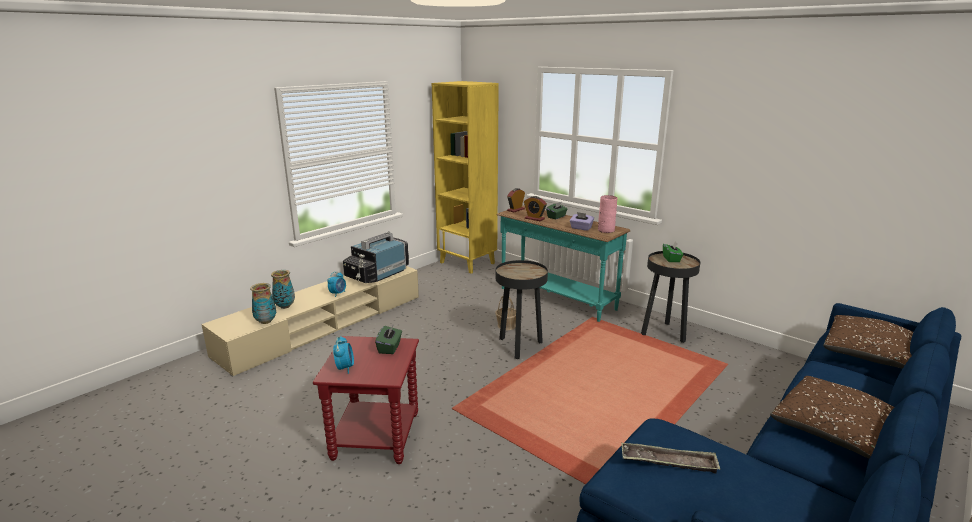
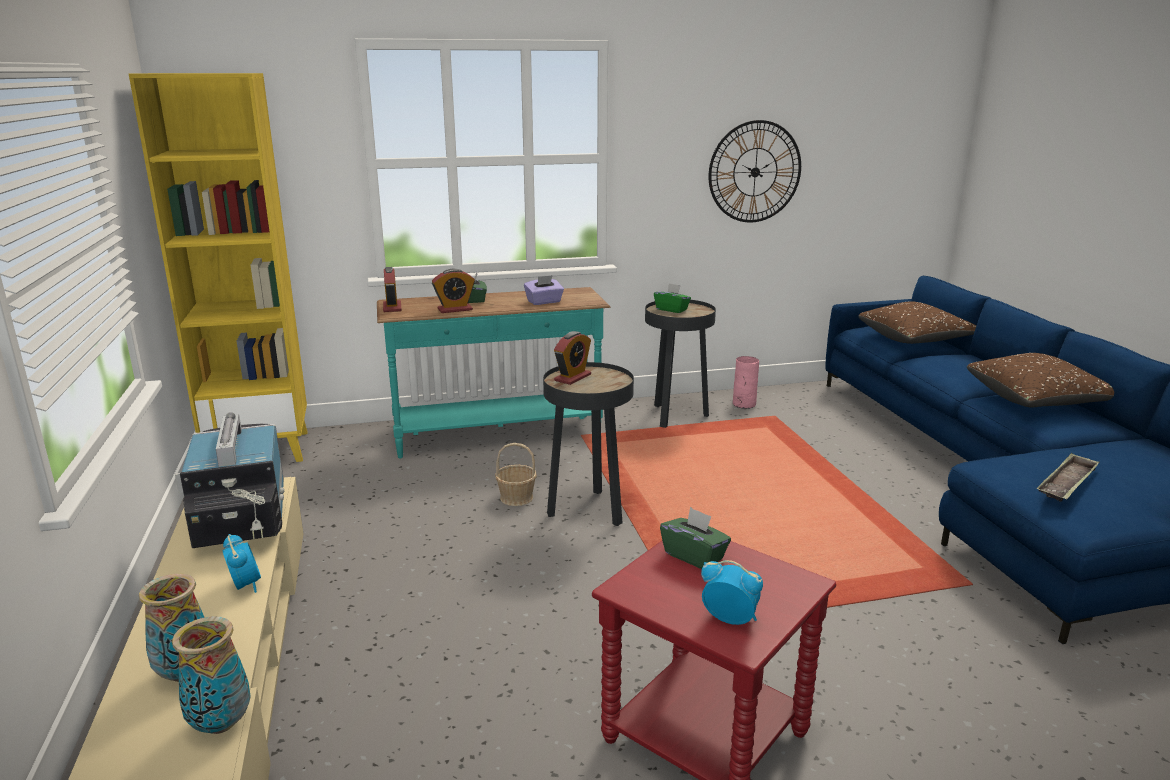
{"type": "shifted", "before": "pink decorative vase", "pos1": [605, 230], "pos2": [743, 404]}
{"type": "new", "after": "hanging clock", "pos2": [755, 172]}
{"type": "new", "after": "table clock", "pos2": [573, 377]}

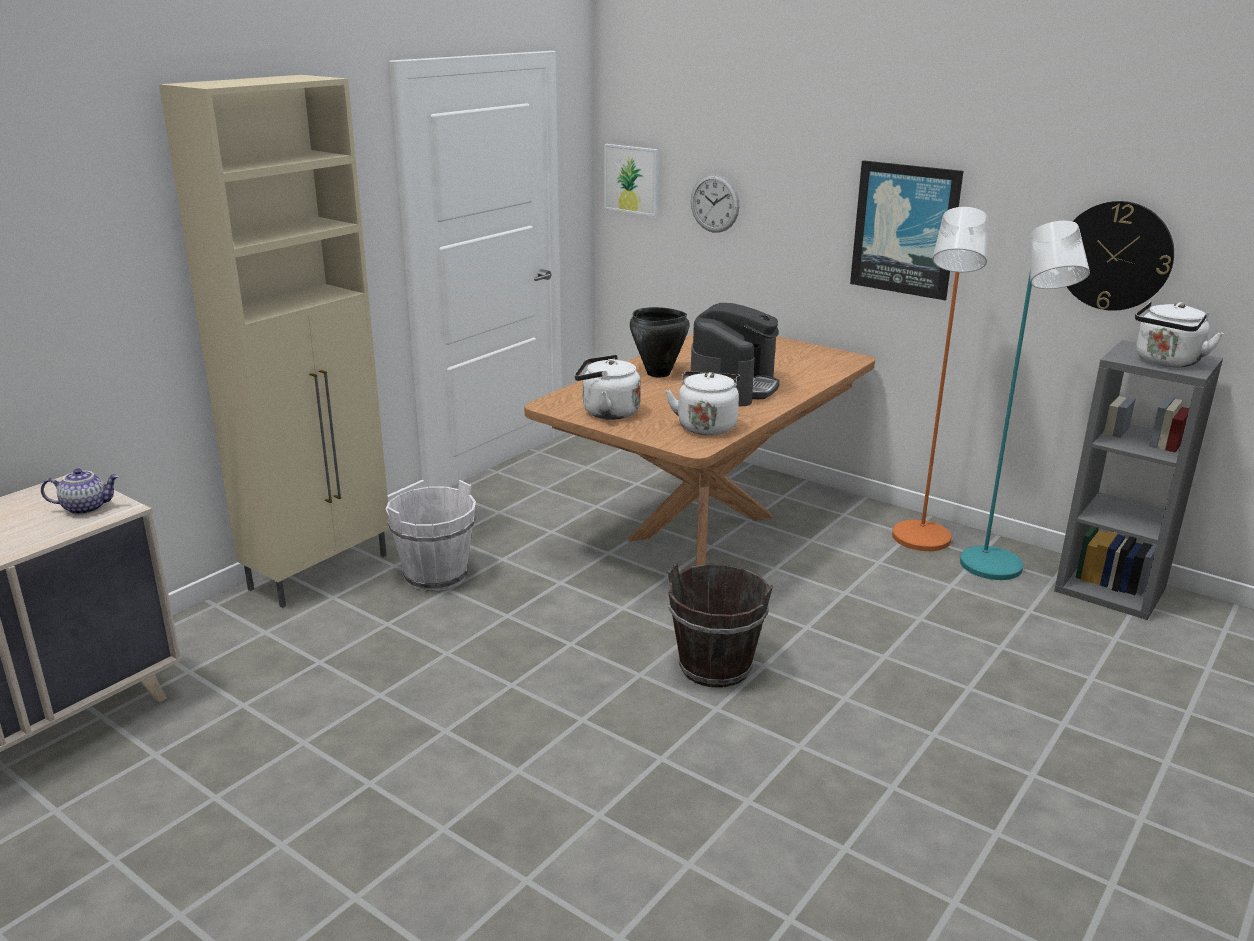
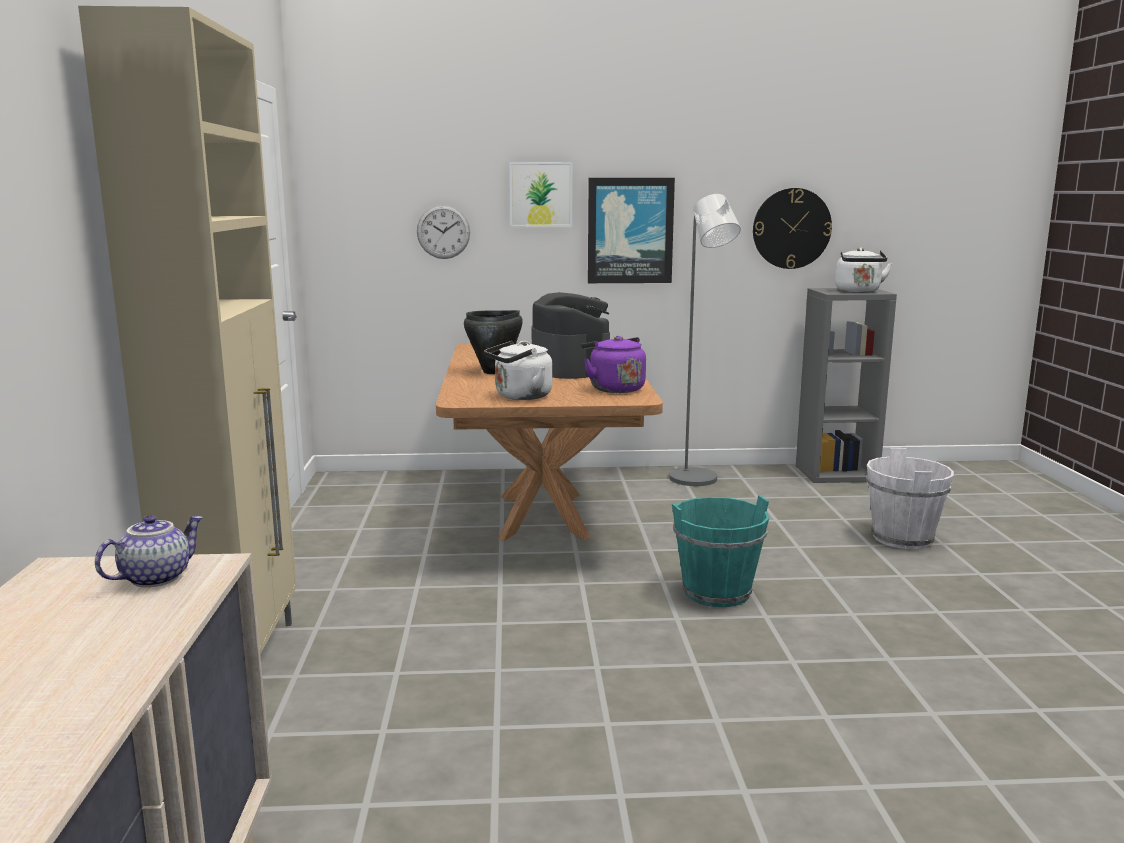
{"type": "shifted", "before": "wall picture", "pos1": [631, 179], "pos2": [541, 194]}
{"type": "repainted", "before": "orange-coloured floor lamp", "after": "grey floor lamp", "pos1": [920, 542], "pos2": [698, 481]}
{"type": "gone", "before": "blue-green floor lamp", "pos1": [995, 571]}
{"type": "repainted", "before": "white-coloured water kettle", "after": "purple-coloured water kettle", "pos1": [706, 426], "pos2": [614, 389]}
{"type": "shifted", "before": "white-coloured pail", "pos1": [436, 576], "pos2": [903, 538]}
{"type": "repainted", "before": "brownish pail", "after": "blue-green pail", "pos1": [714, 667], "pos2": [716, 593]}

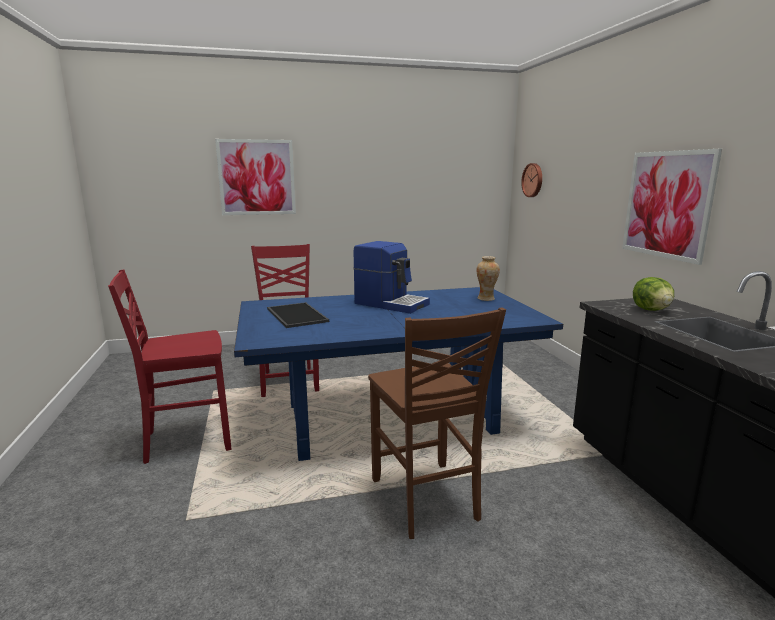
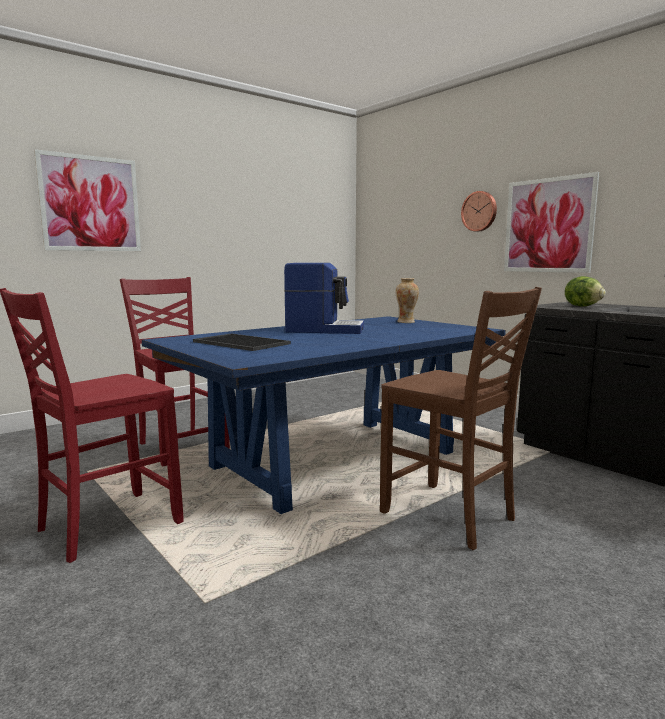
{"type": "shifted", "before": "hanging clock", "pos1": [533, 180], "pos2": [479, 211]}

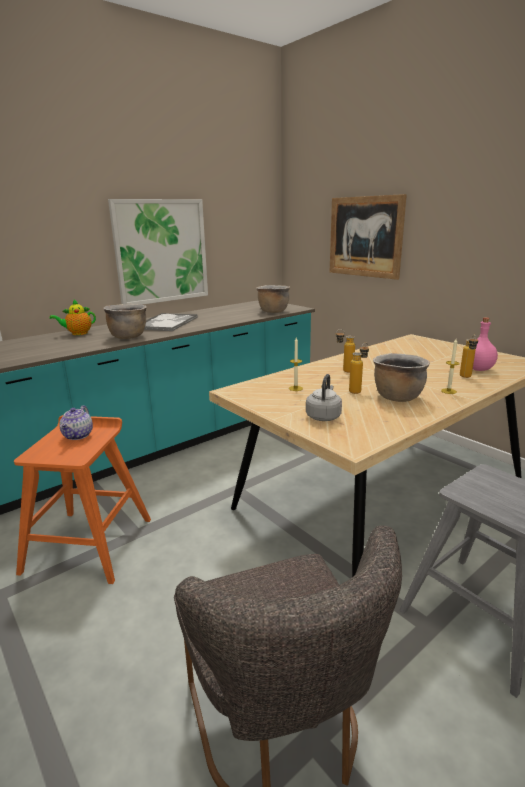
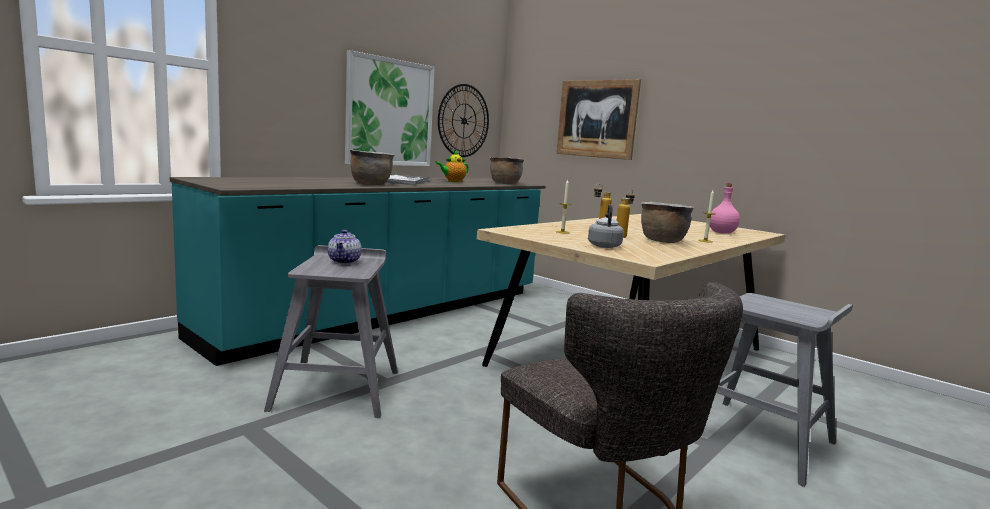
{"type": "shifted", "before": "tea pot", "pos1": [77, 333], "pos2": [452, 181]}
{"type": "gone", "before": "bottle", "pos1": [466, 377]}
{"type": "repainted", "before": "orange-coloured stool seat", "after": "grey stool seat", "pos1": [90, 544], "pos2": [338, 389]}
{"type": "new", "after": "hanging clock", "pos2": [464, 121]}

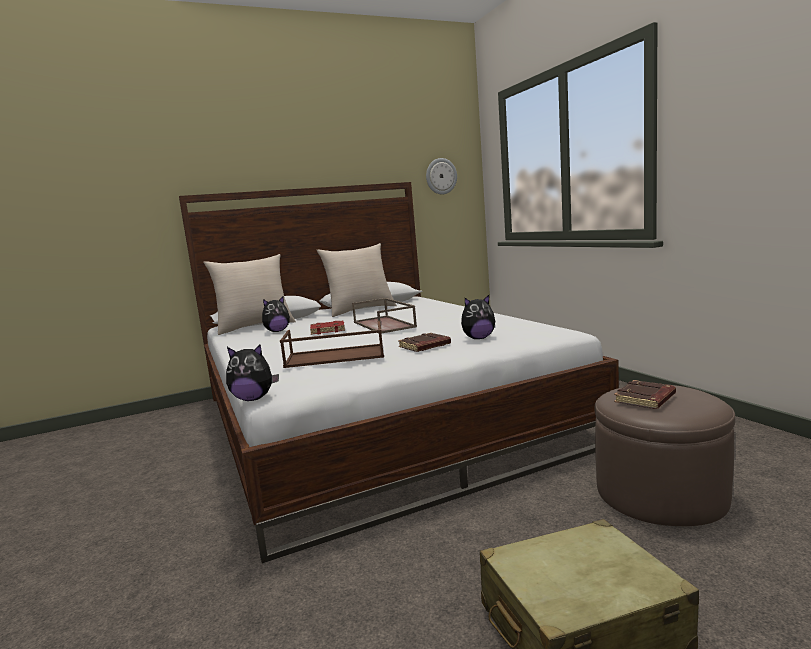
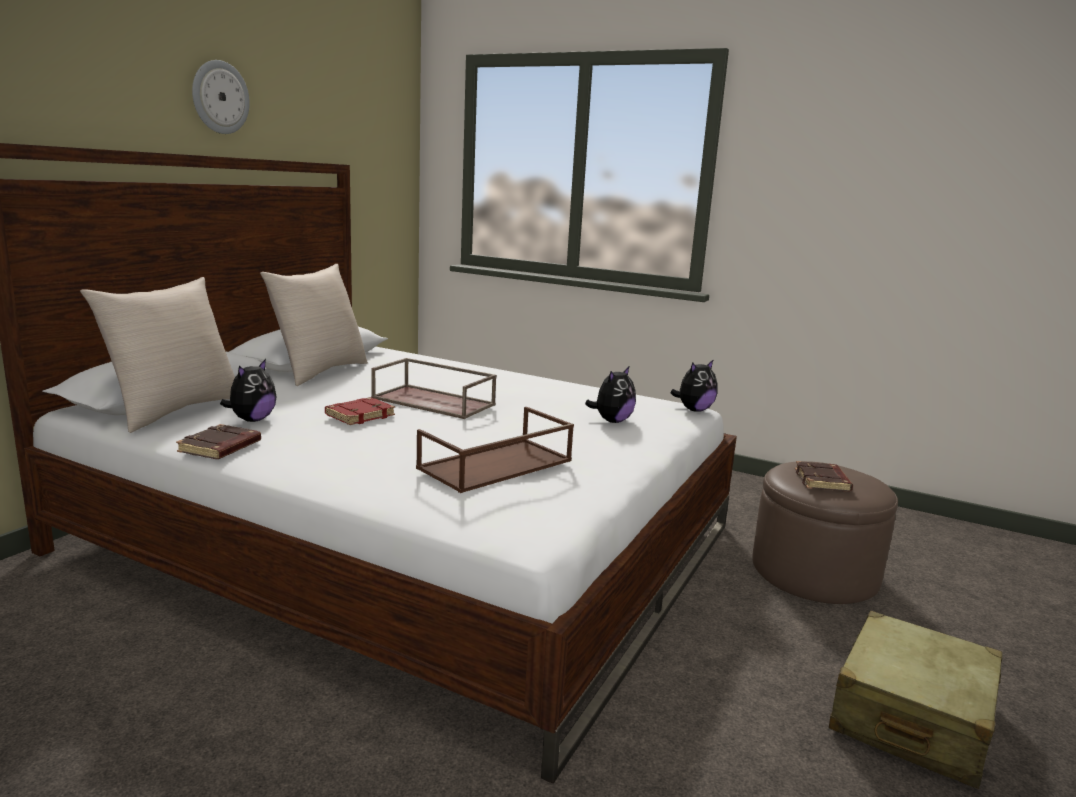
{"type": "shifted", "before": "hanging clock", "pos1": [441, 176], "pos2": [220, 97]}
{"type": "shifted", "before": "brownish bound book", "pos1": [425, 346], "pos2": [220, 448]}
{"type": "shifted", "before": "soft toy", "pos1": [253, 399], "pos2": [694, 410]}

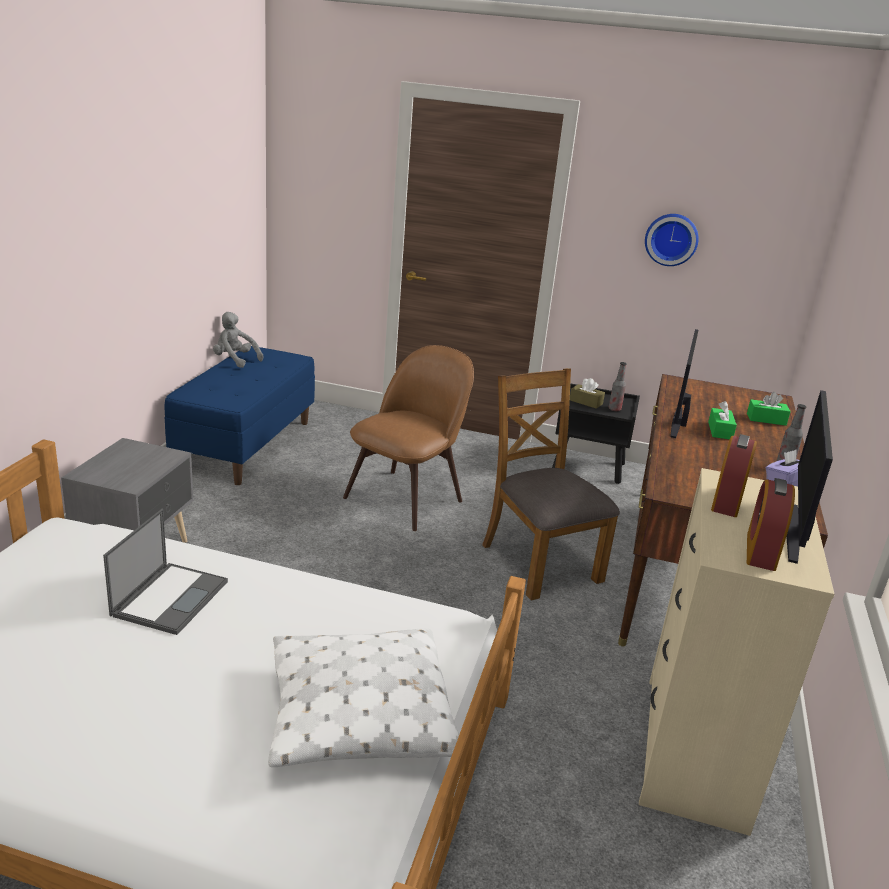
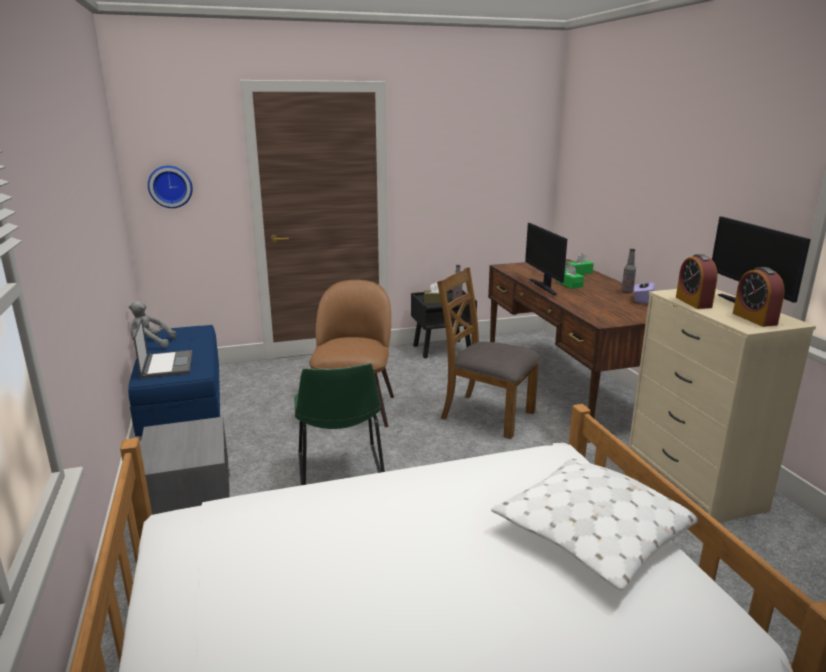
{"type": "shifted", "before": "hanging clock", "pos1": [671, 239], "pos2": [170, 186]}
{"type": "shifted", "before": "notebook computer", "pos1": [170, 597], "pos2": [167, 364]}
{"type": "new", "after": "green-coloured chair", "pos2": [340, 476]}

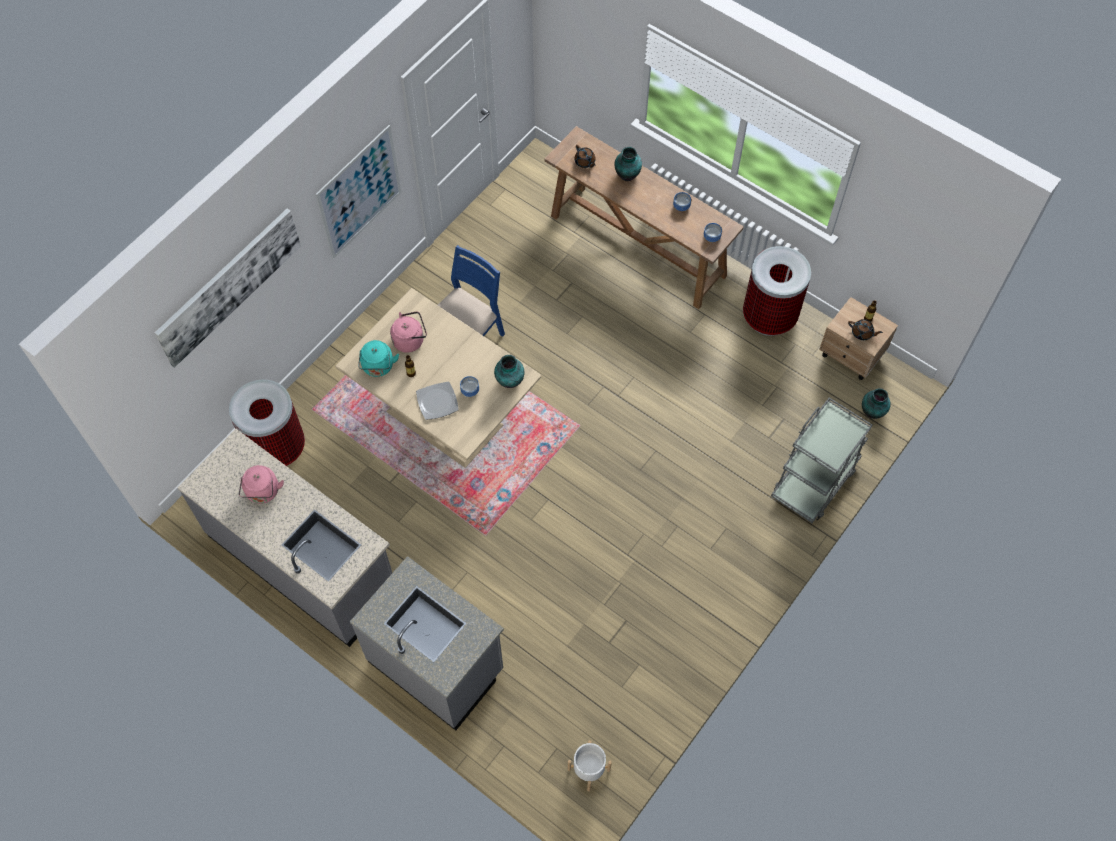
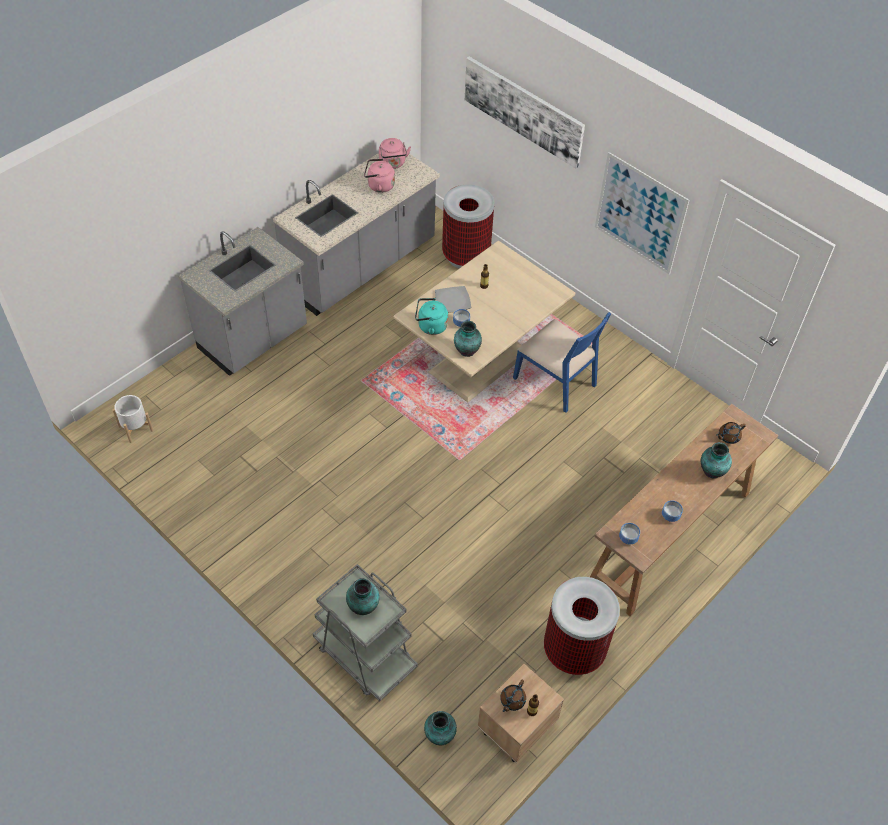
{"type": "shifted", "before": "pink water kettle", "pos1": [410, 340], "pos2": [393, 164]}
{"type": "shifted", "before": "blue-green water kettle", "pos1": [378, 367], "pos2": [430, 326]}
{"type": "new", "after": "decorative vase", "pos2": [364, 607]}

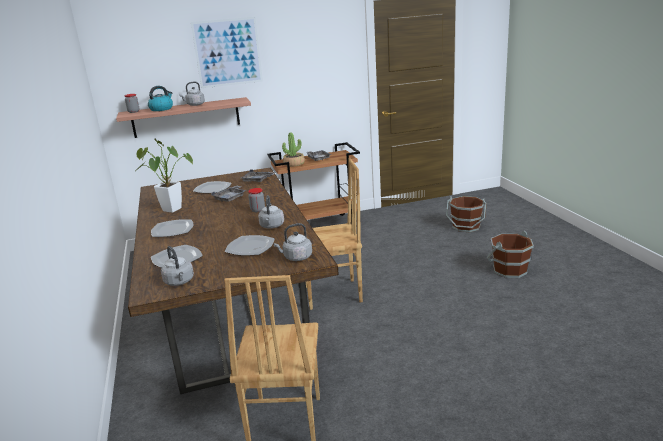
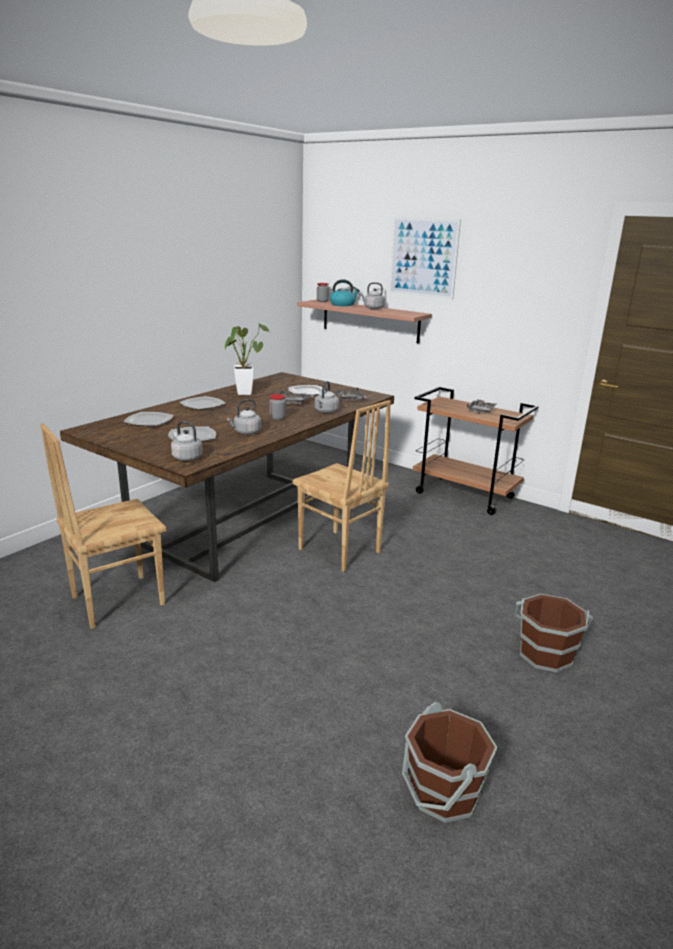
{"type": "gone", "before": "houseplant", "pos1": [294, 164]}
{"type": "shifted", "before": "brownish pail", "pos1": [466, 227], "pos2": [442, 792]}
{"type": "shifted", "before": "grey water kettle", "pos1": [179, 282], "pos2": [325, 411]}

